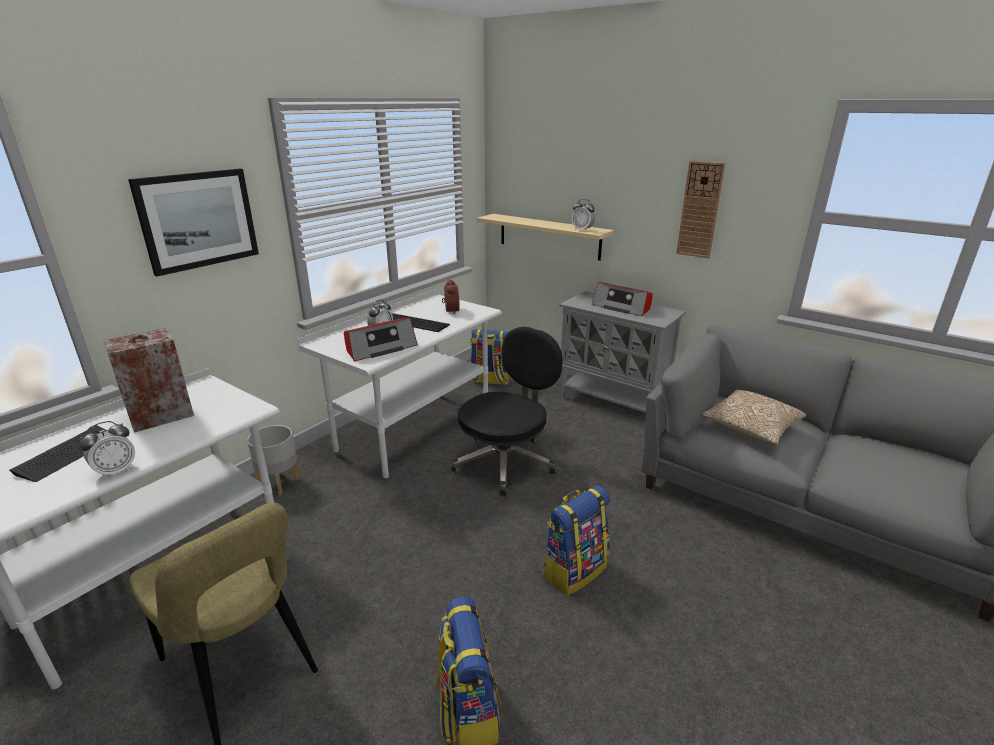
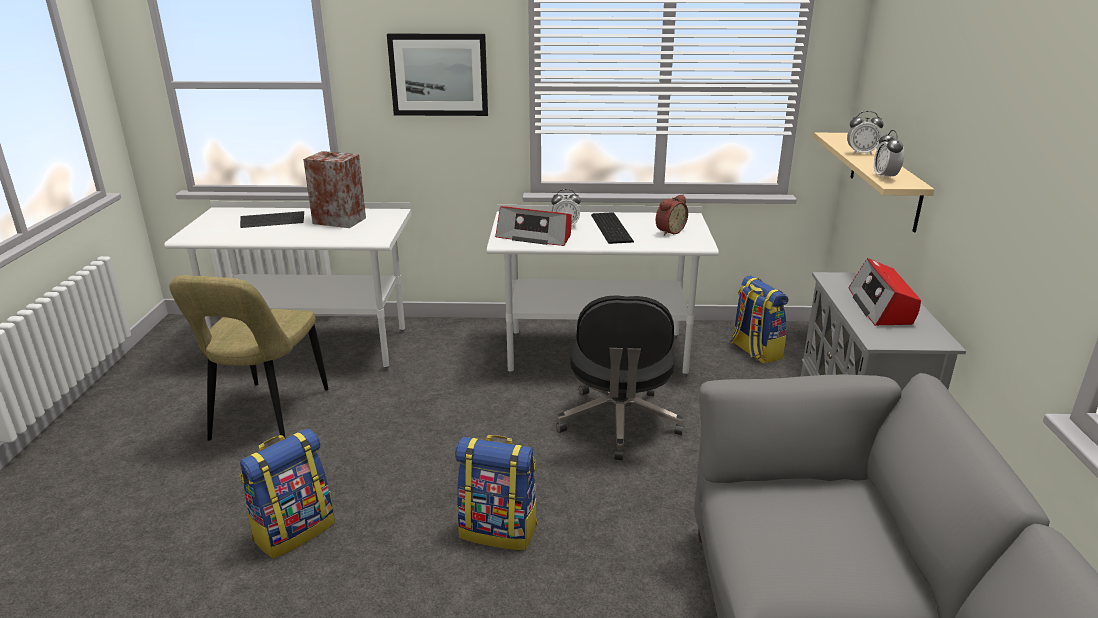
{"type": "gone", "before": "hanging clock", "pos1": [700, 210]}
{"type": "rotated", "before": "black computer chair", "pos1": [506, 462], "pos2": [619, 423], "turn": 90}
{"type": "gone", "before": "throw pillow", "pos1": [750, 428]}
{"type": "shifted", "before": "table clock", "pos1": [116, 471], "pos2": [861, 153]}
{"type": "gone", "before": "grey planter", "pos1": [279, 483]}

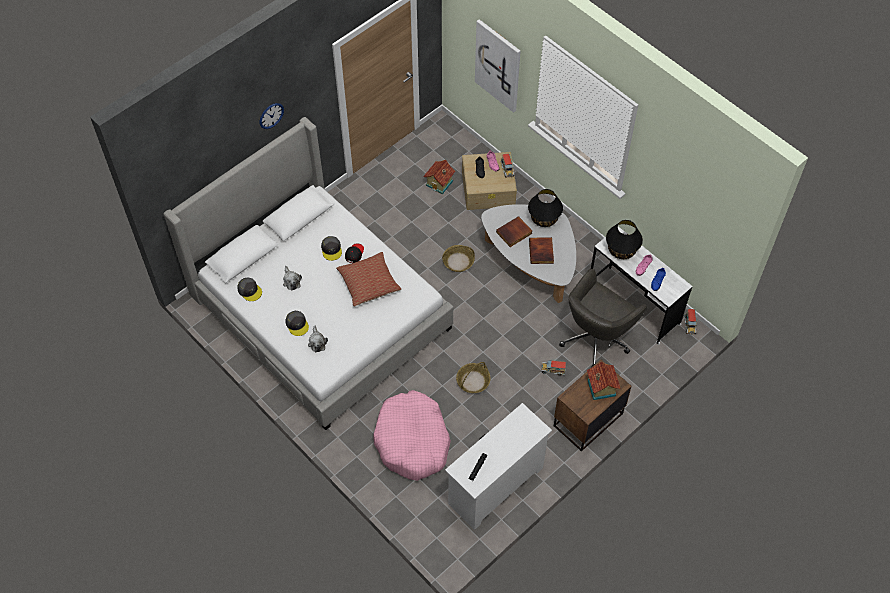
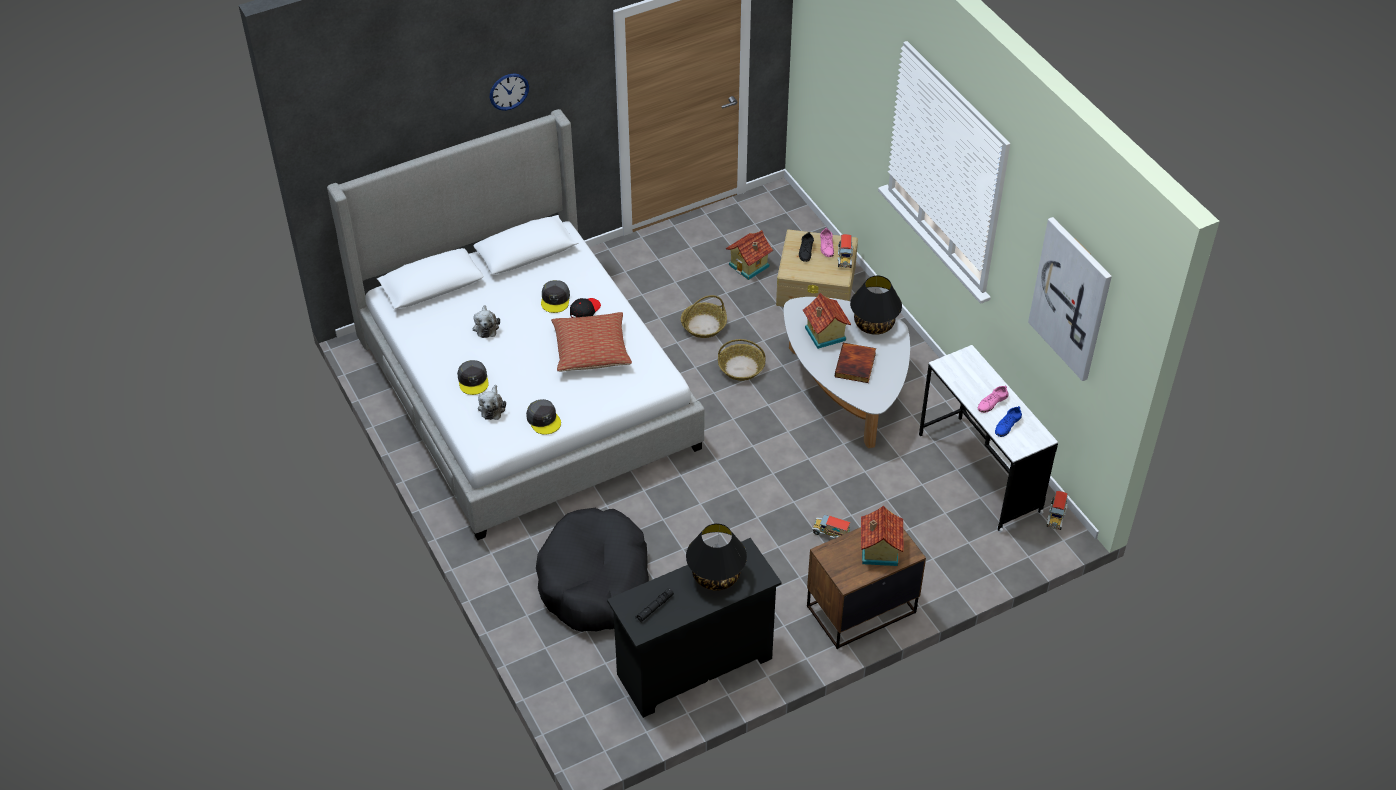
{"type": "shifted", "before": "wall picture", "pos1": [498, 65], "pos2": [1071, 298]}
{"type": "swapped", "before": "bound book", "after": "miniature house", "pos1": [514, 233], "pos2": [824, 334]}
{"type": "shifted", "before": "black tabletop lamp", "pos1": [621, 250], "pos2": [716, 576]}
{"type": "gone", "before": "grey computer chair", "pos1": [596, 338]}
{"type": "shifted", "before": "grey baseball cap", "pos1": [250, 290], "pos2": [544, 419]}
{"type": "shifted", "before": "basket", "pos1": [473, 381], "pos2": [704, 325]}
{"type": "repainted", "before": "pink dog bed", "after": "black dog bed", "pos1": [412, 441], "pos2": [595, 581]}
{"type": "repainted", "before": "white-coloured chest of drawers", "after": "black chest of drawers", "pos1": [495, 486], "pos2": [694, 666]}

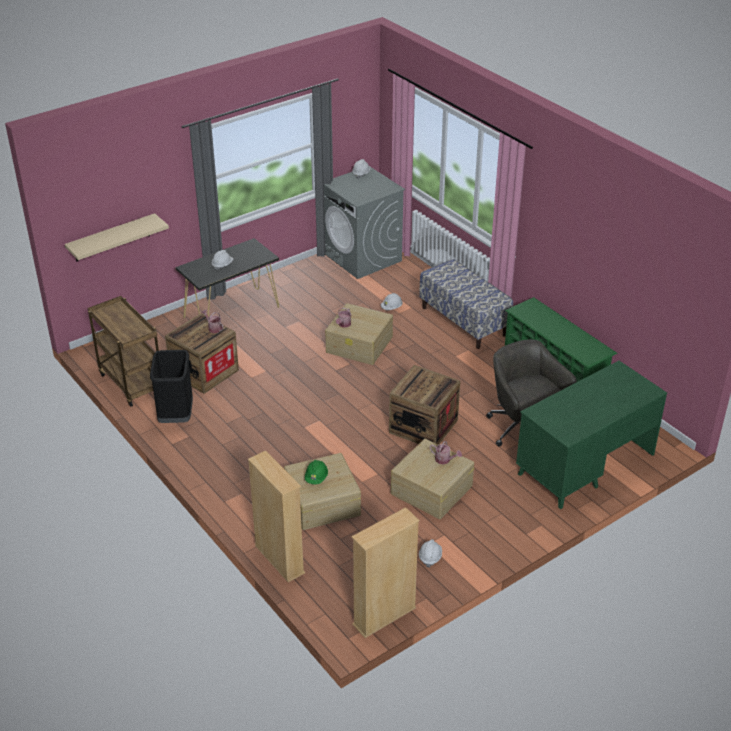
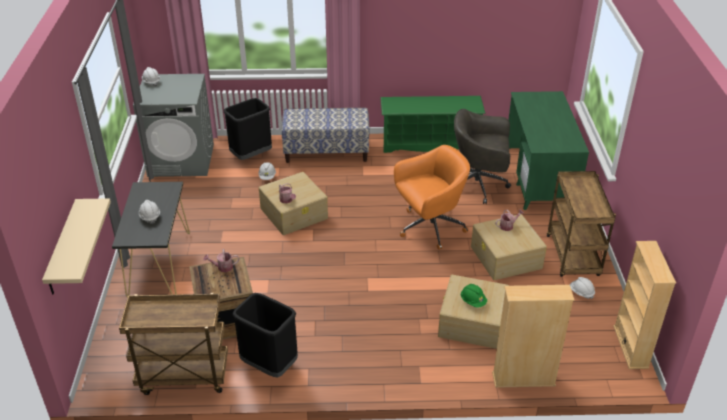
{"type": "swapped", "before": "shipping crate", "after": "orange-coloured computer chair", "pos1": [423, 426], "pos2": [429, 227]}
{"type": "new", "after": "black rubbish bin", "pos2": [251, 155]}
{"type": "new", "after": "brownish trolley", "pos2": [573, 257]}

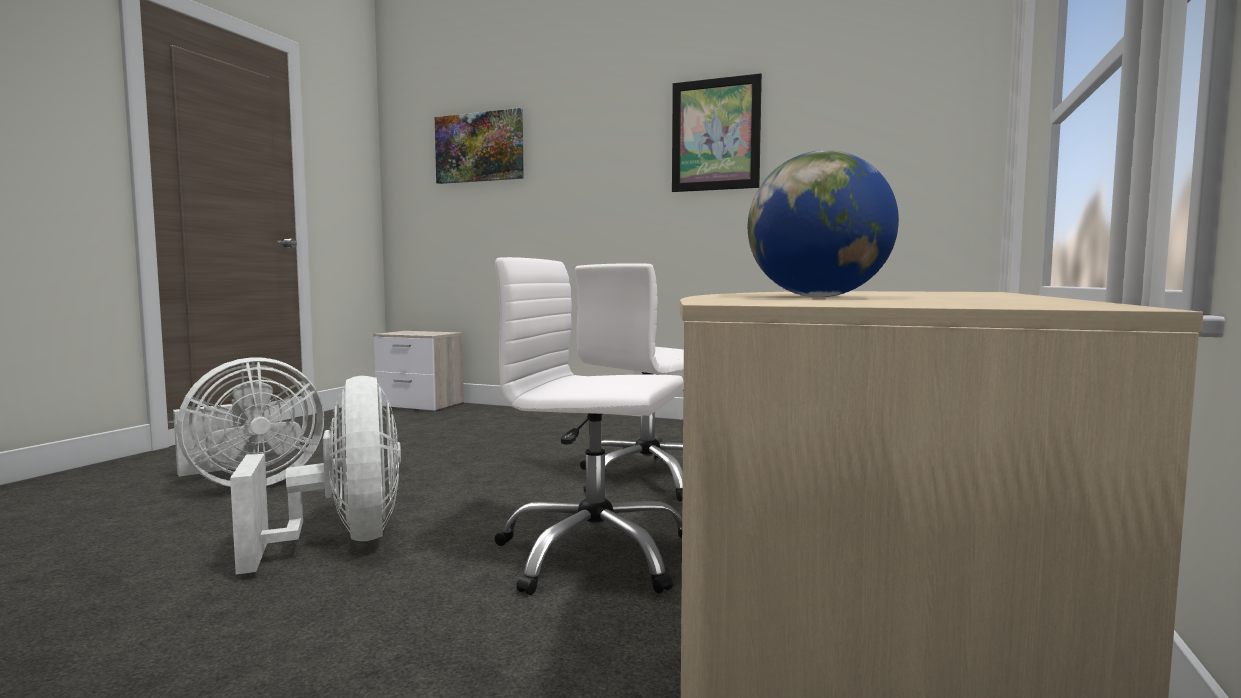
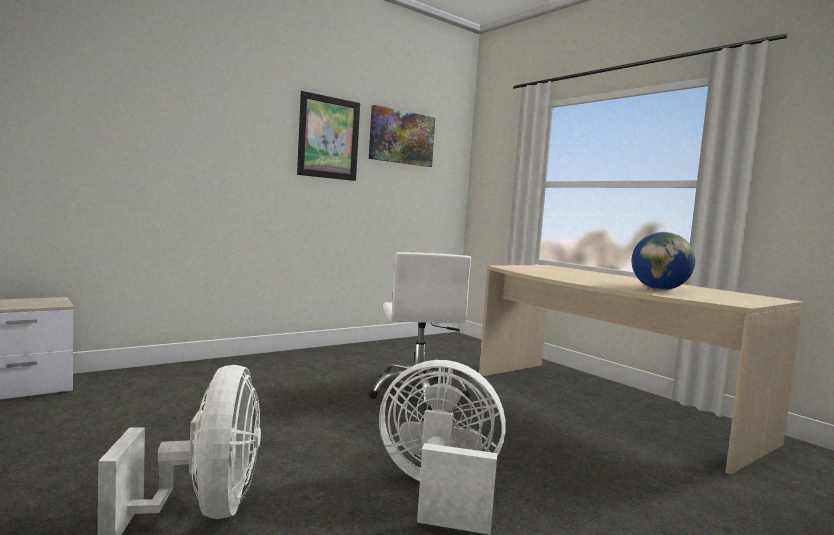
{"type": "shifted", "before": "wall picture", "pos1": [479, 147], "pos2": [401, 137]}
{"type": "gone", "before": "white-coloured computer chair", "pos1": [594, 555]}

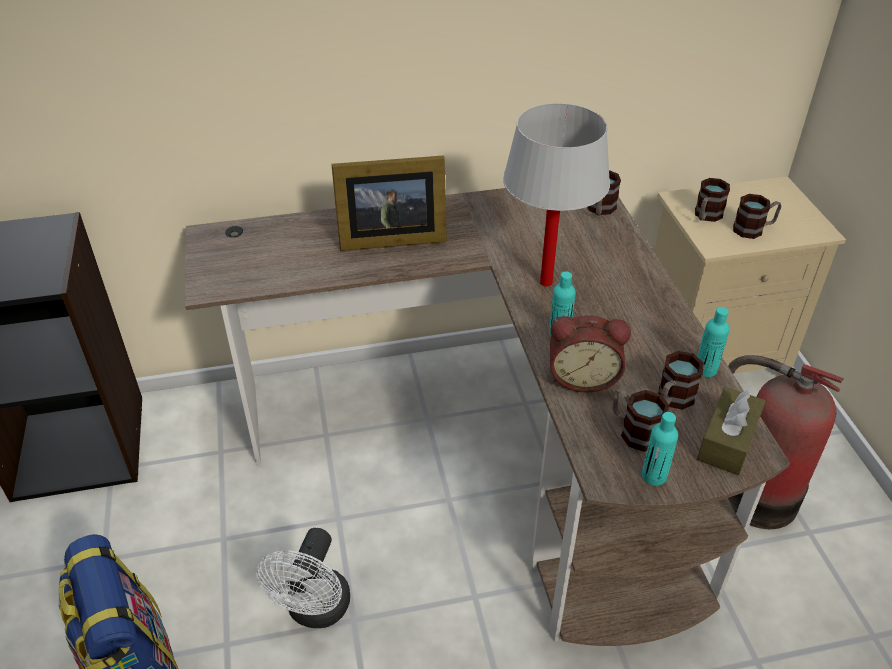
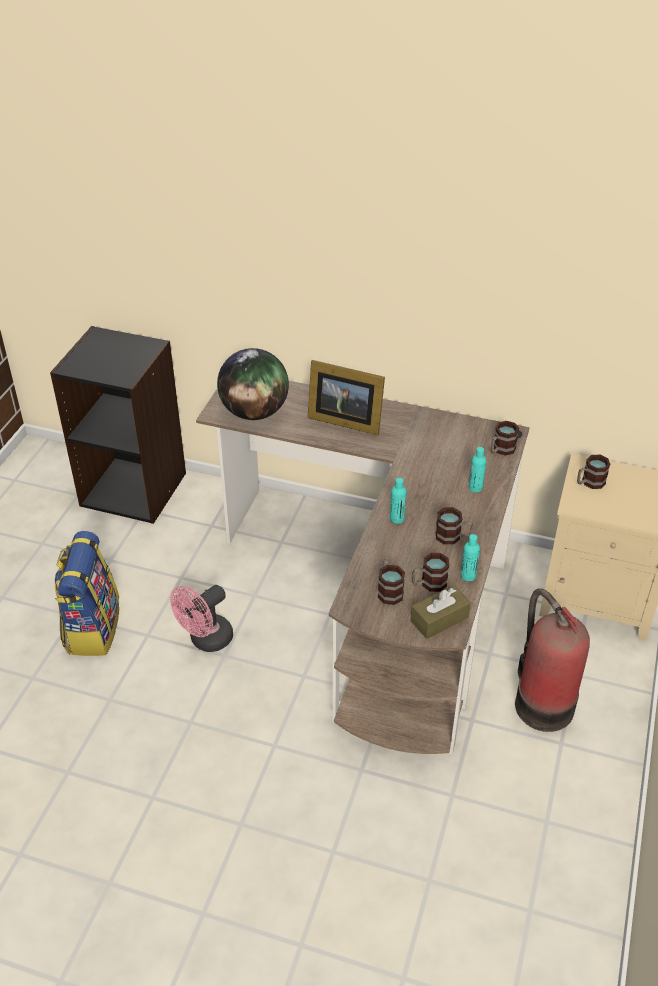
{"type": "gone", "before": "white-coloured tabletop lamp", "pos1": [546, 283]}
{"type": "shifted", "before": "coffee mug", "pos1": [753, 229], "pos2": [453, 537]}
{"type": "gone", "before": "table clock", "pos1": [582, 377]}
{"type": "shifted", "before": "blue-green bottle", "pos1": [654, 476], "pos2": [475, 487]}
{"type": "repainted", "before": "white-coloured cooling fan", "after": "pink cooling fan", "pos1": [315, 611], "pos2": [206, 640]}
{"type": "new", "after": "globe", "pos2": [254, 412]}

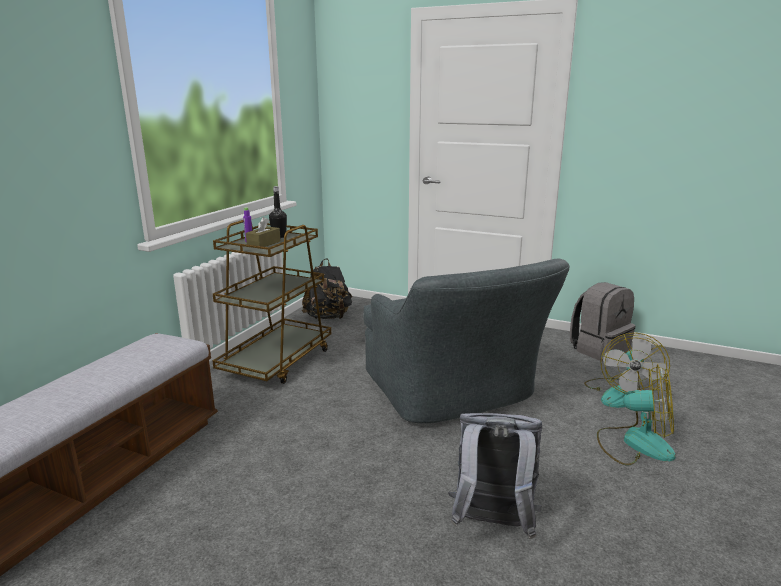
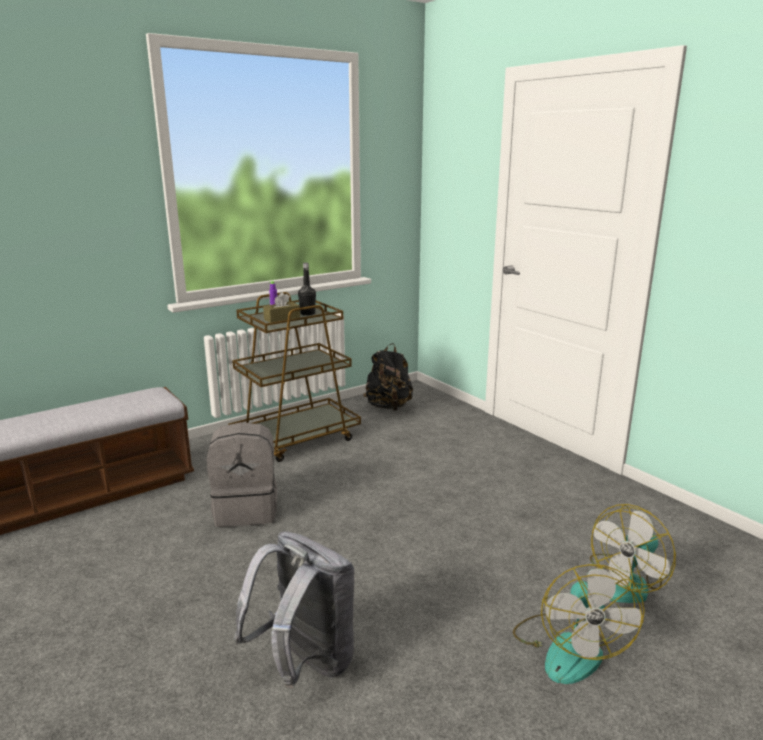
{"type": "gone", "before": "grey lounge chair", "pos1": [454, 393]}
{"type": "shifted", "before": "grey rucksack", "pos1": [599, 349], "pos2": [247, 509]}
{"type": "rotated", "before": "cooling fan", "pos1": [635, 443], "pos2": [569, 647], "turn": 45}

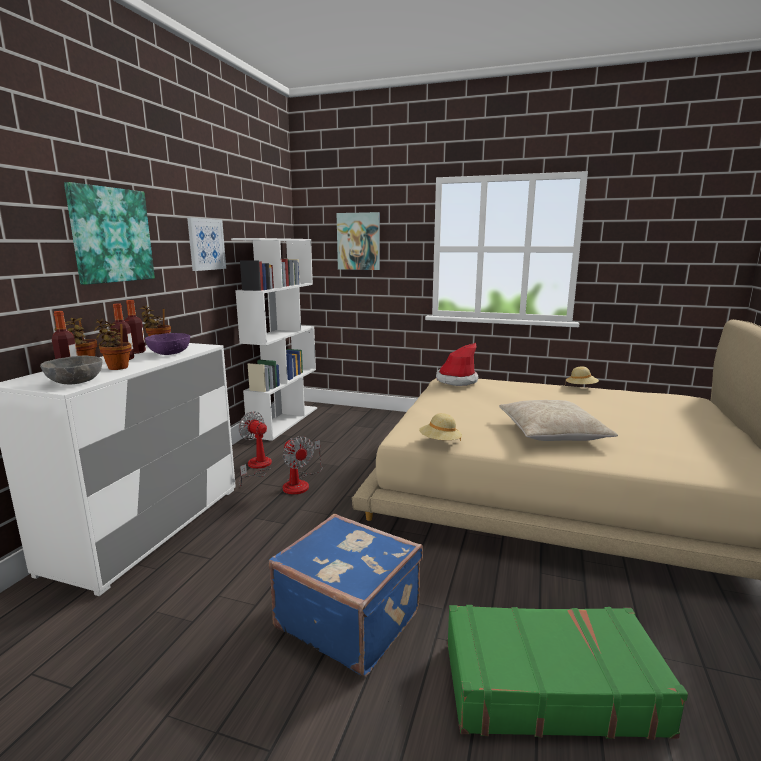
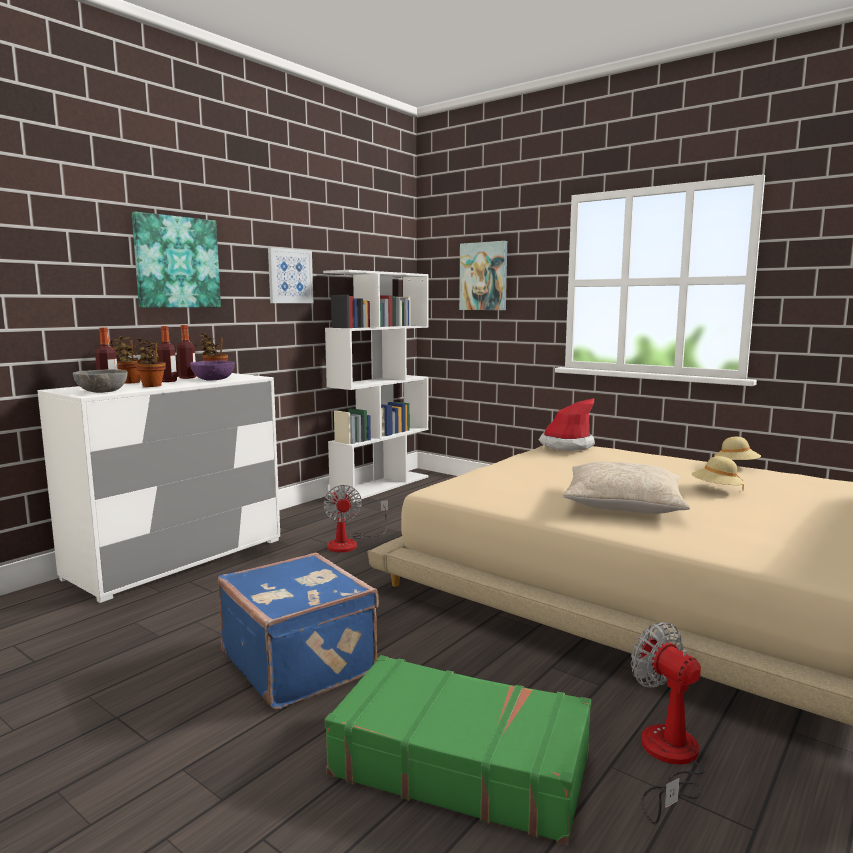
{"type": "shifted", "before": "cooling fan", "pos1": [257, 467], "pos2": [668, 759]}
{"type": "shifted", "before": "beige clothing hat", "pos1": [440, 442], "pos2": [716, 490]}

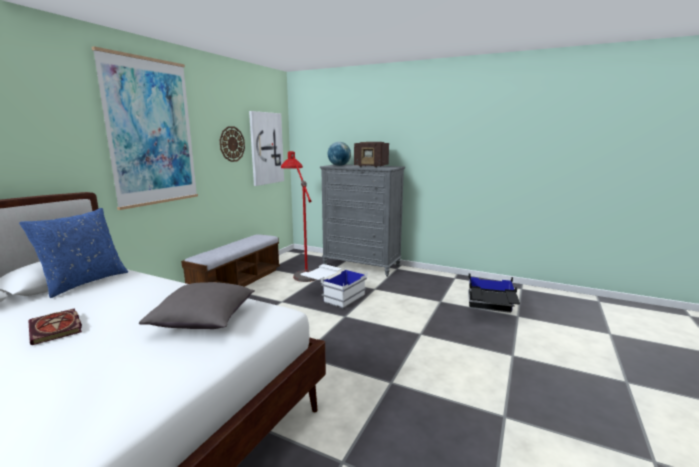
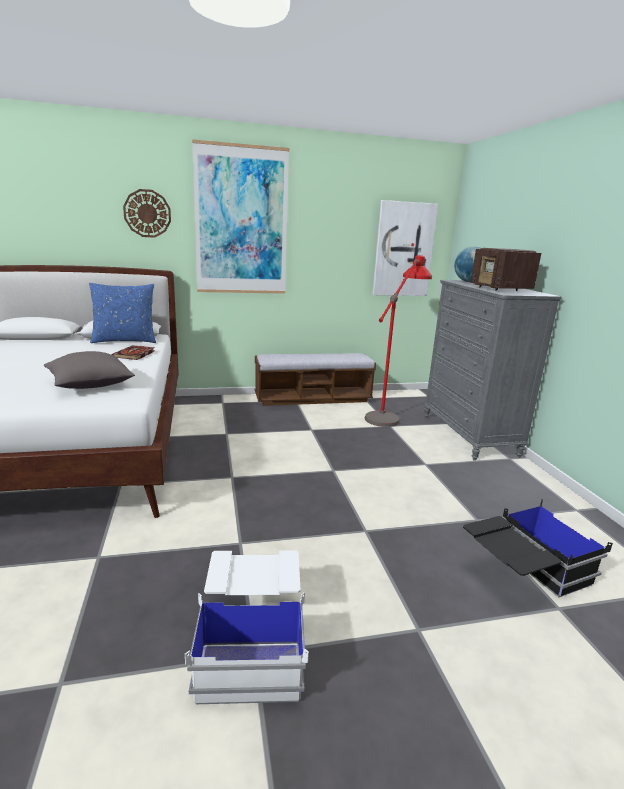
{"type": "shifted", "before": "hanging clock", "pos1": [232, 144], "pos2": [147, 213]}
{"type": "shifted", "before": "white-coloured storage bin", "pos1": [333, 295], "pos2": [252, 642]}
{"type": "shifted", "before": "bound book", "pos1": [57, 328], "pos2": [134, 354]}

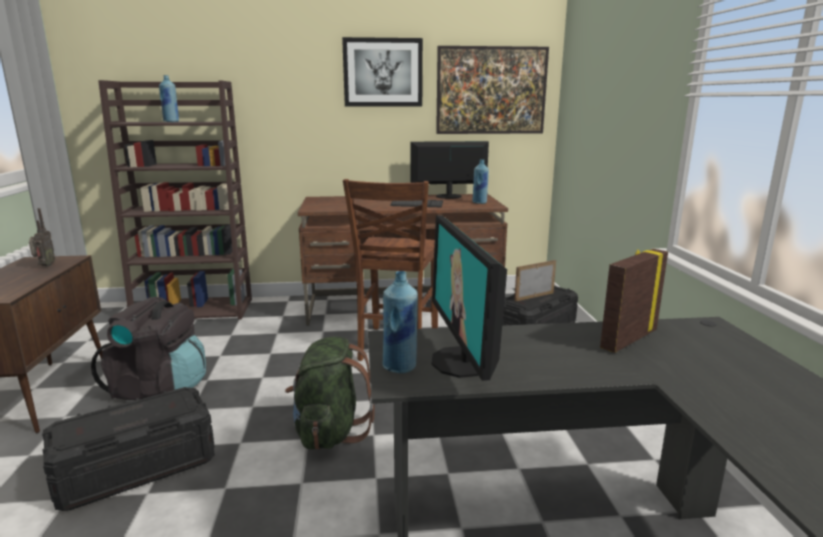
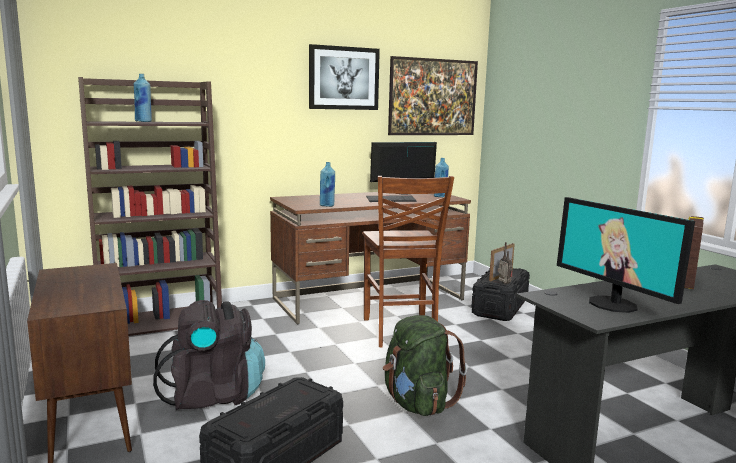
{"type": "shifted", "before": "radio", "pos1": [45, 266], "pos2": [503, 284]}
{"type": "shifted", "before": "bluish bottle", "pos1": [400, 367], "pos2": [327, 206]}

